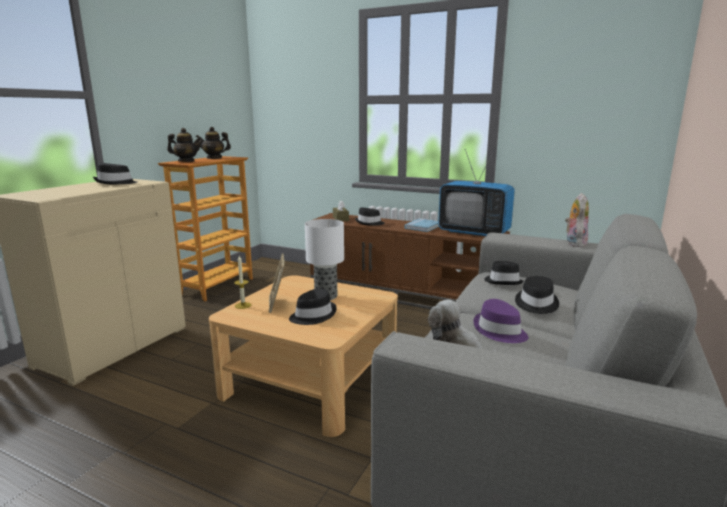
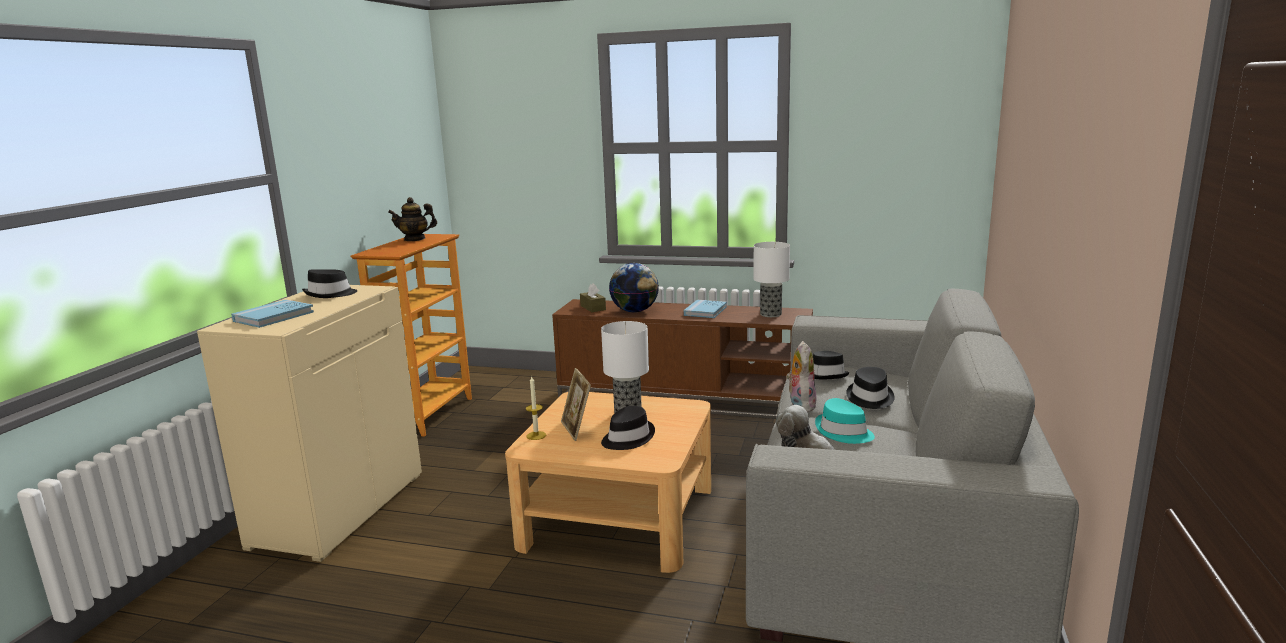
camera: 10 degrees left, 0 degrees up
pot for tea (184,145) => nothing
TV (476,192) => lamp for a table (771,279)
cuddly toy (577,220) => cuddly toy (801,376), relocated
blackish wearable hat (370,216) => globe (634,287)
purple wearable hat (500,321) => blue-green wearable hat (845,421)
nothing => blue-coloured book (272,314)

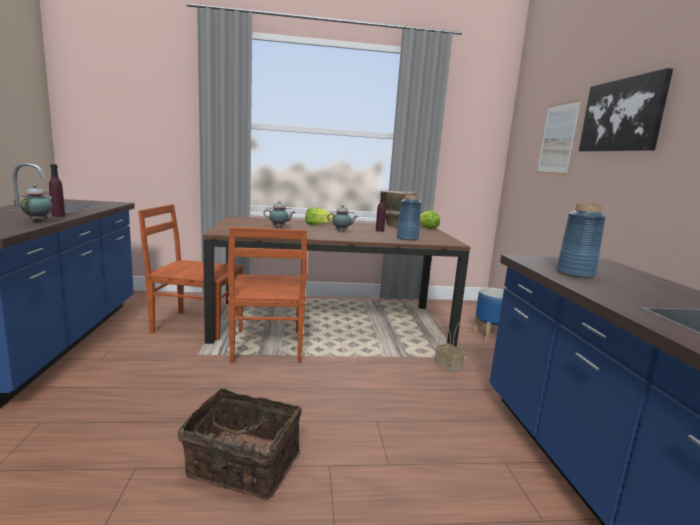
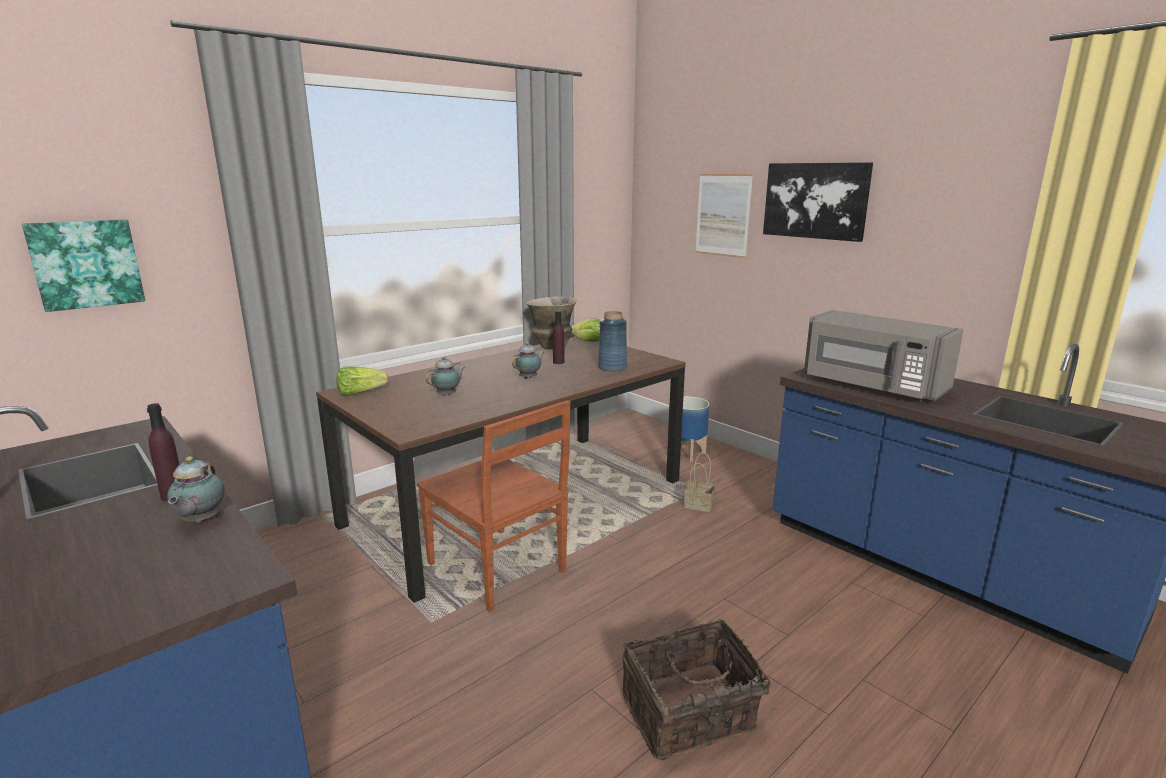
camera: 35 degrees left, 5 degrees up
pot for tea (36,203) => pot for tea (196,489), 150 degrees counterclockwise
blue-coloured flower vase (581,240) => gray kitchen microwave (884,355)
brownish chair (191,272) => nothing
head of lettuce (319,216) => head of lettuce (362,381), relocated
nothing => picture (83,265)

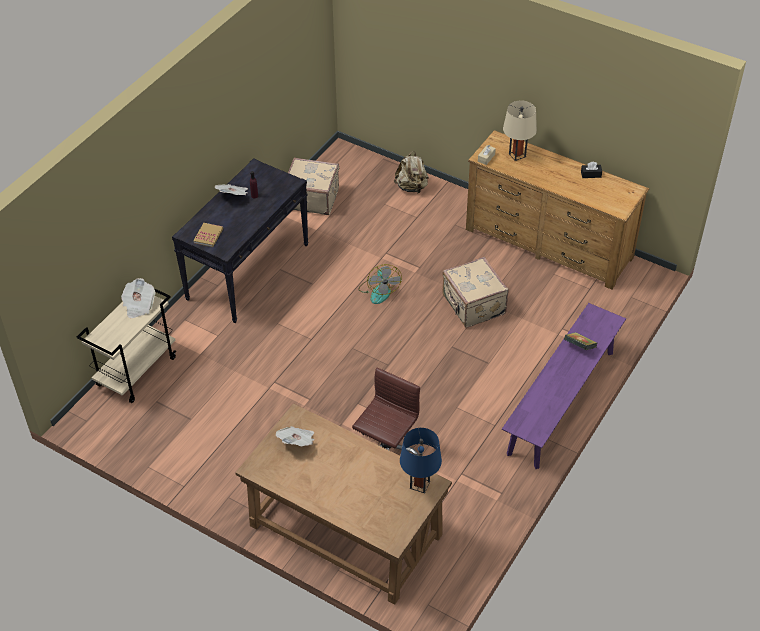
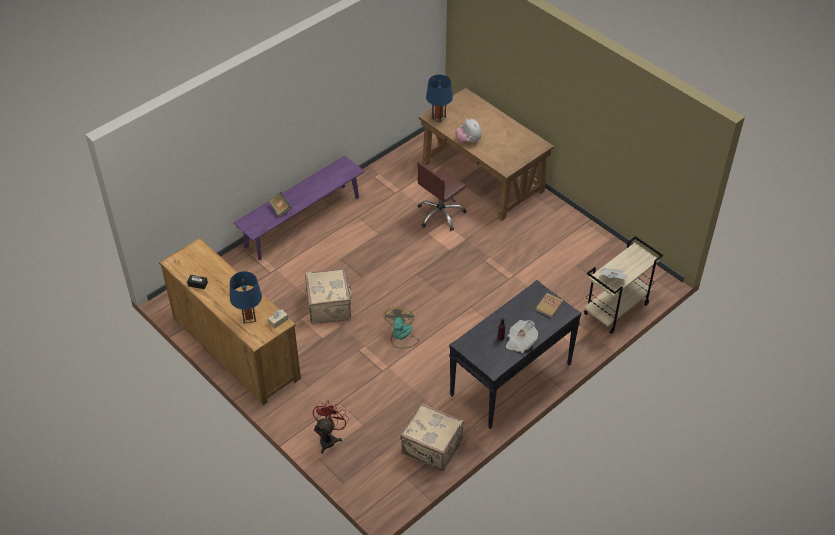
camera: 165 degrees left, 0 degrees up
beige lamp for a table (520,130) => blue-coloured lamp for a table (246,297)
beige backpack (411,172) => red-coloured electric fan (331,427)
newspaper (295,436) => nothing
nothing => cuddly toy (468,130)

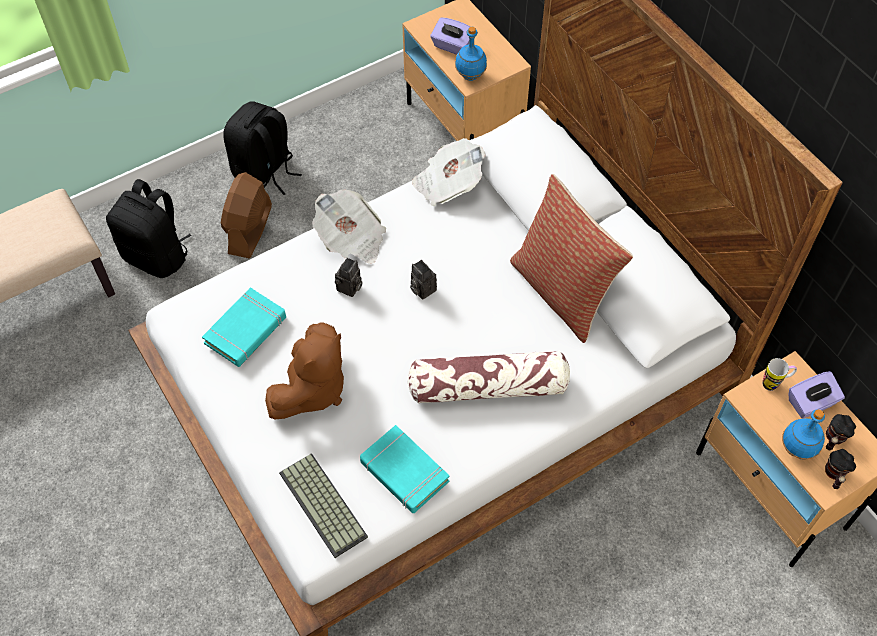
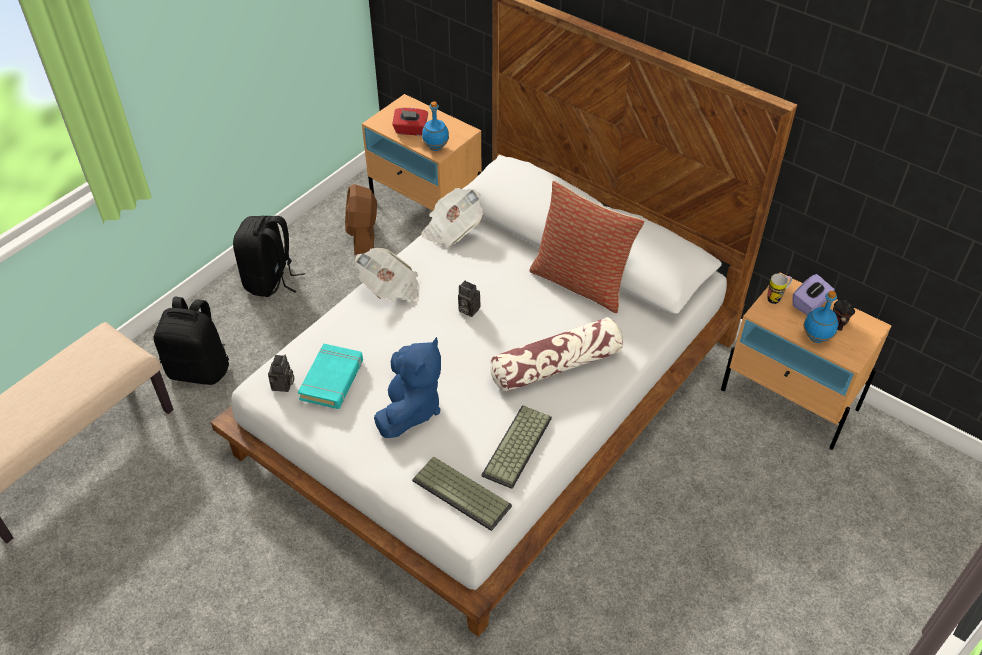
camera: 20 degrees left, 10 degrees down
purple box of tissues (450,36) => red-coloured box of tissues (410,122)
brownish electric fan (246,215) => brownish electric fan (361,219), relocated
photo camera (348,277) => photo camera (281,373), relocated
brownish cuddly toy (304,370) => blue-coloured cuddly toy (407,387)
blue-green book (405,469) => PC keyboard (516,447)
tea mug (840,469) => nothing

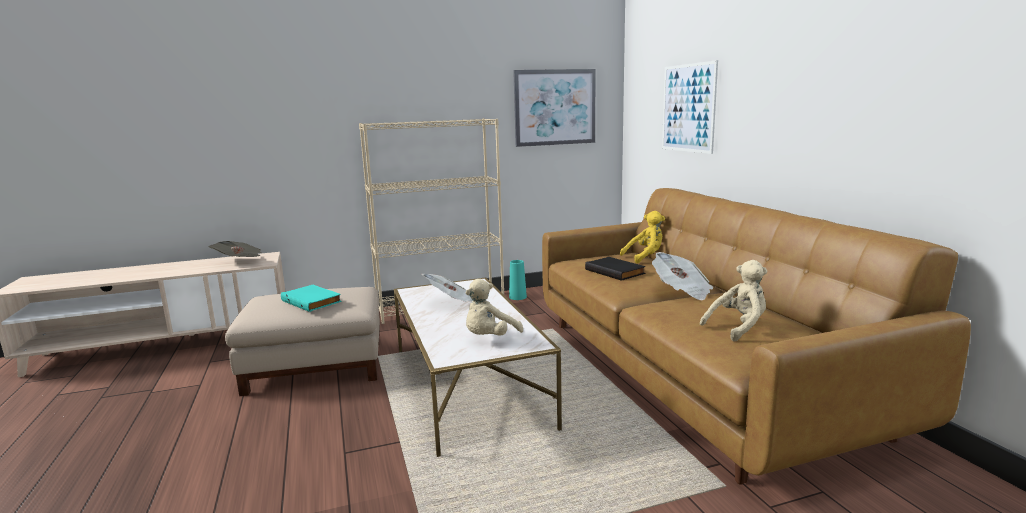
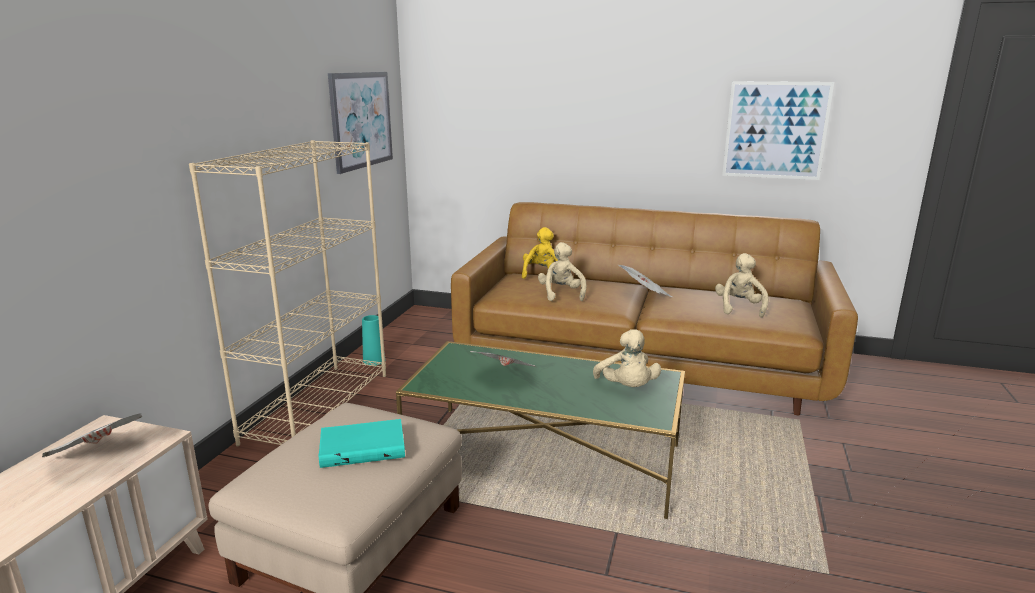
camera: 55 degrees left, 5 degrees up
picture (690,107) => picture (778,130), relocated
blackish book (615,269) => beige cuddly toy (562,271)
whitish lounge table (478,367) => greenish lounge table (540,430)

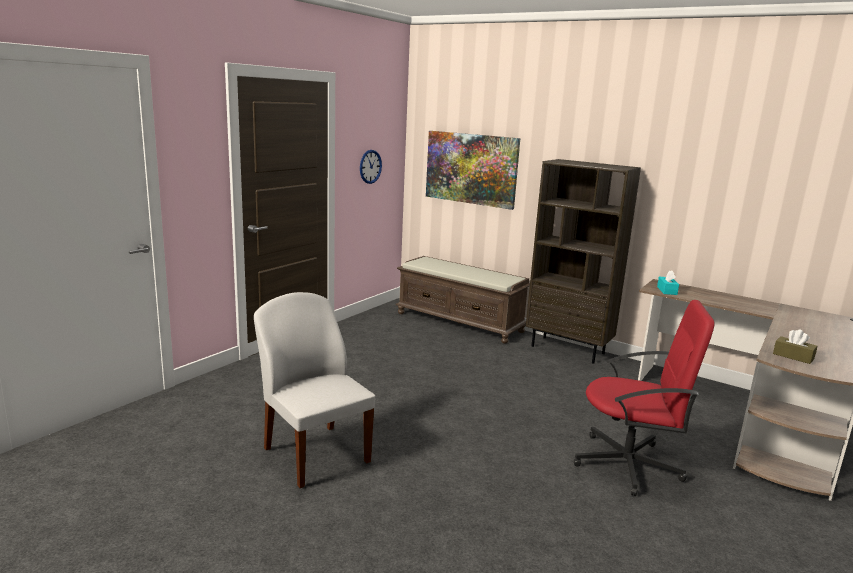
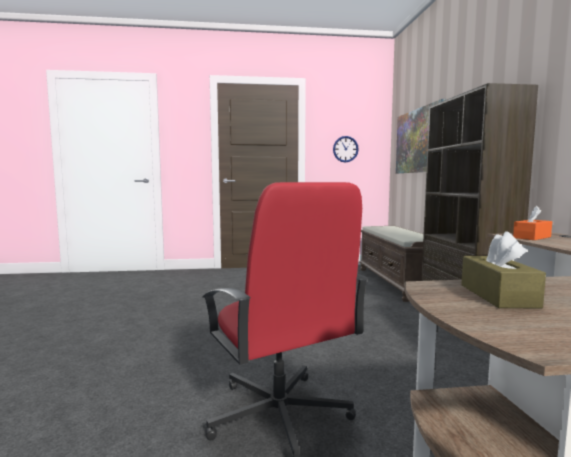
camera: 50 degrees right, 10 degrees down
blue-green box of tissues (668,282) => orange box of tissues (532,223)
whitish chair (315,390) => nothing

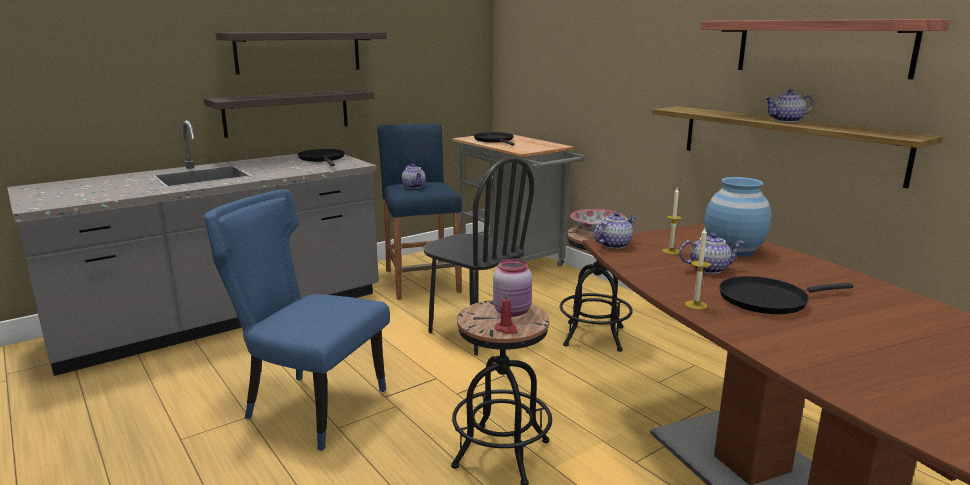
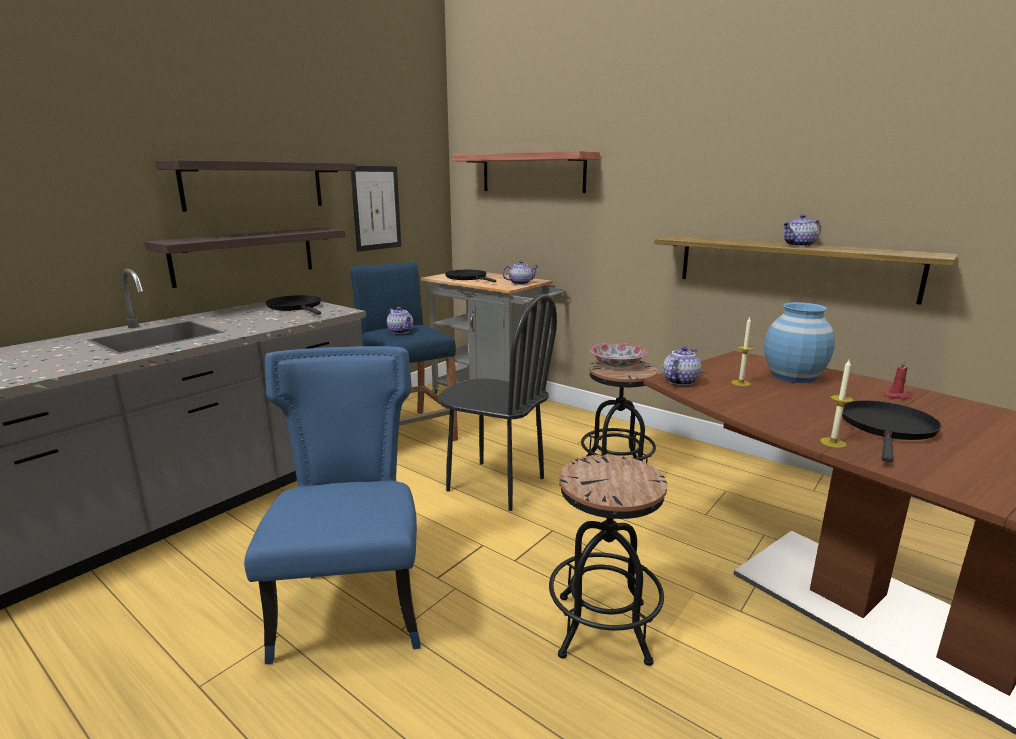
camera: 15 degrees left, 0 degrees up
bracket shelf (825,49) => bracket shelf (526,172), relocated
blue-coloured chair (297,320) => blue-coloured chair (332,505), 75 degrees clockwise
pot for tea (711,253) => pot for tea (520,273), relocated
pink jar (512,288) => nothing
blackish pan (786,295) => blackish pan (892,431), 150 degrees clockwise
red-coloured wax light (506,313) => red-coloured wax light (897,379), relocated
nothing => picture (376,209)

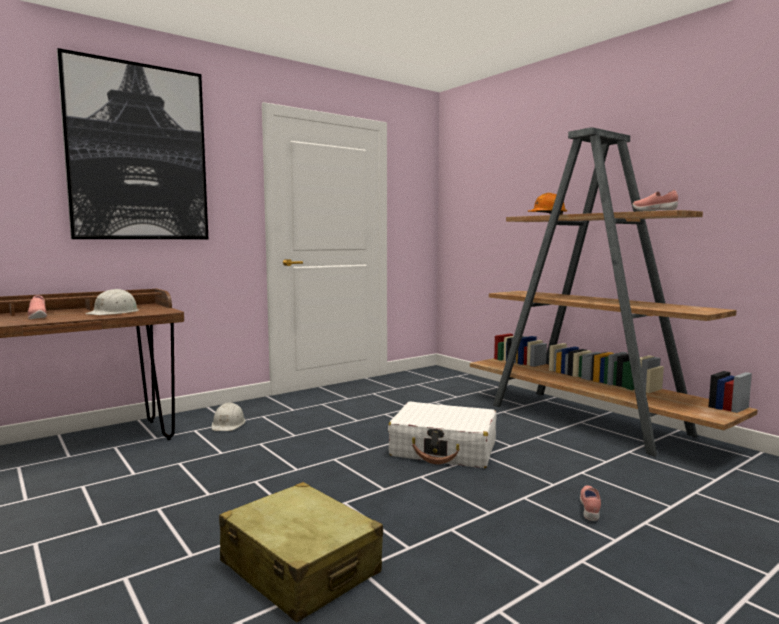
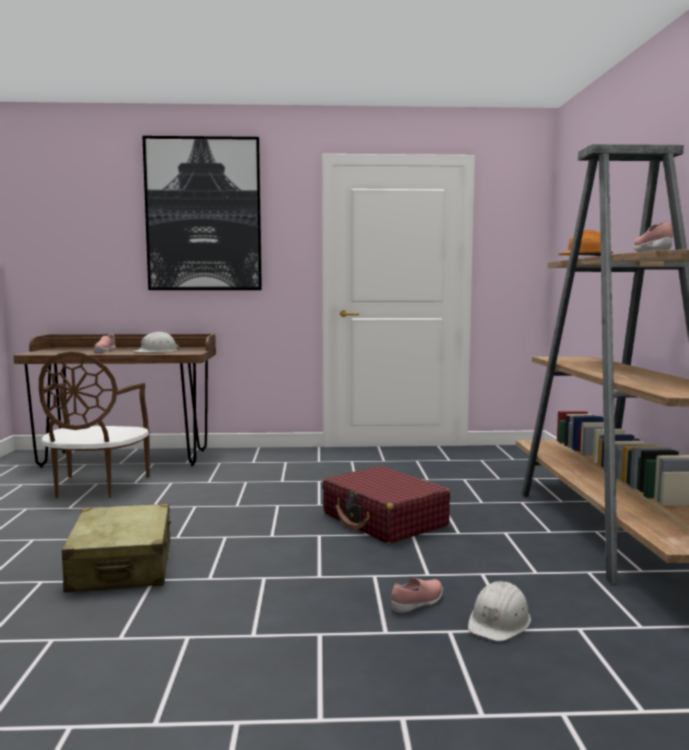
camera: 35 degrees right, 0 degrees up
whitish piece of luggage (442,434) => red-coloured piece of luggage (386,505)
whitish work helmet (228,417) => whitish work helmet (499,611), relocated
nothing => brownish chair (94,425)

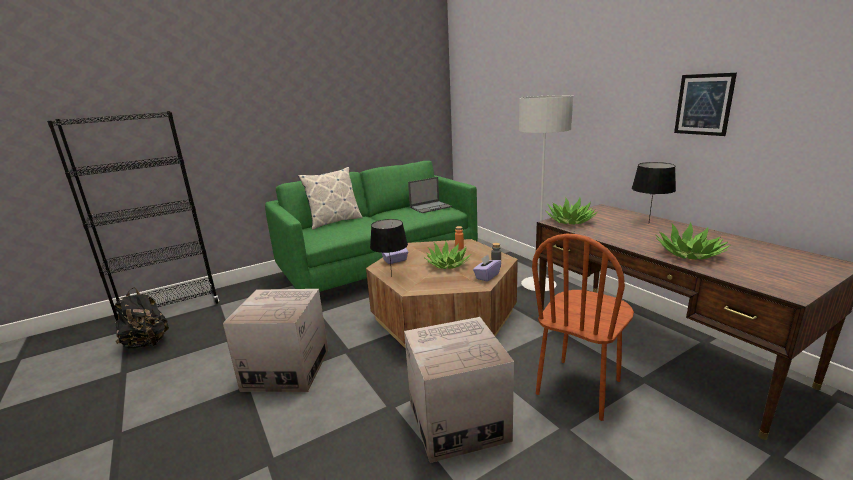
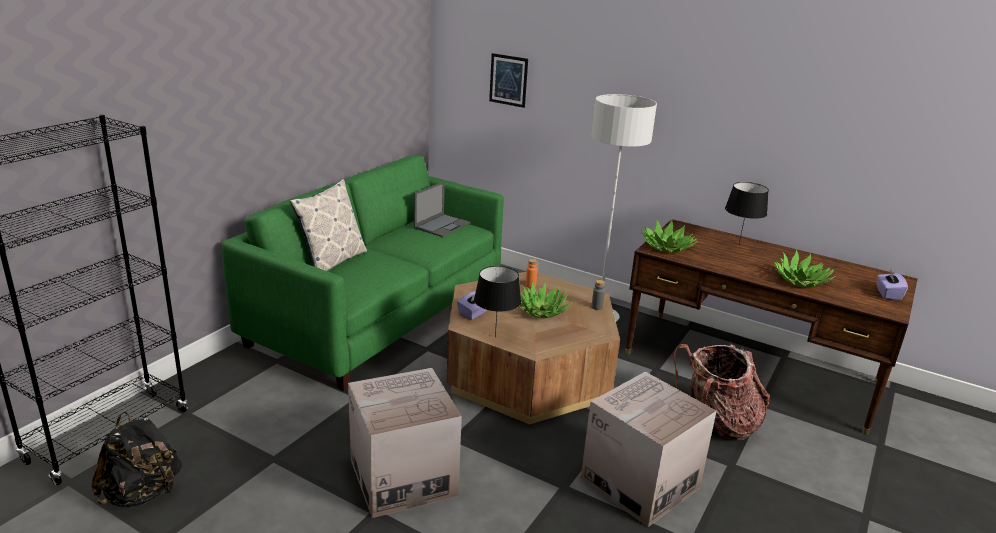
camera: 30 degrees left, 5 degrees up
picture (705,104) => picture (508,80), relocated
brownish chair (583,327) => backpack (722,392)
purple box of tissues (487,268) => purple box of tissues (892,285), relocated

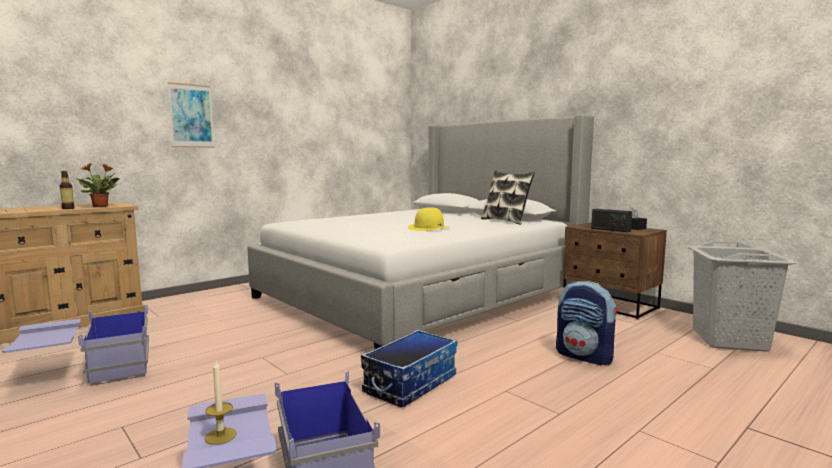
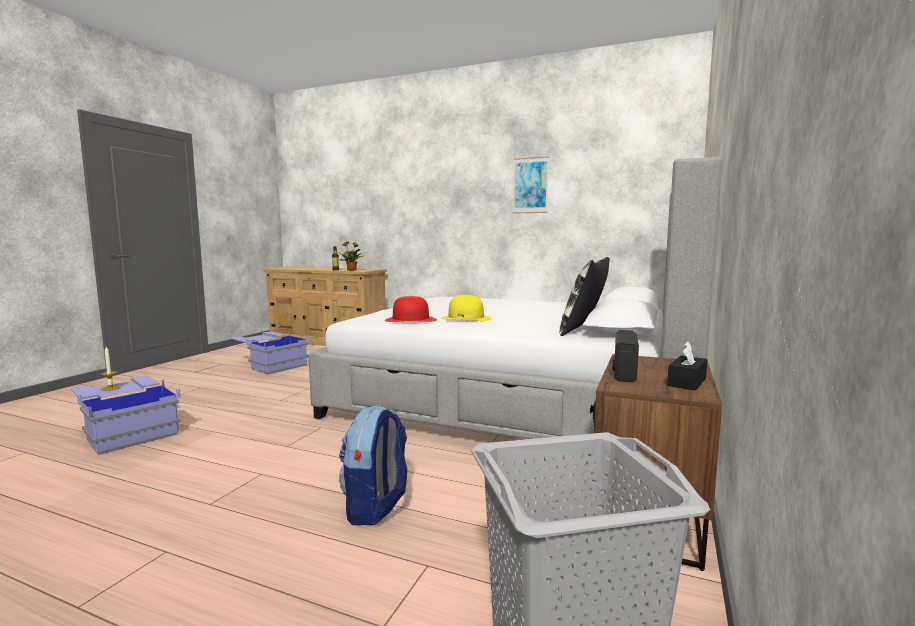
camera: 65 degrees right, 0 degrees up
picture (191,115) => picture (531,185), relocated
storage bin (409,368) => nothing
nothing => red-coloured wearable hat (411,309)

